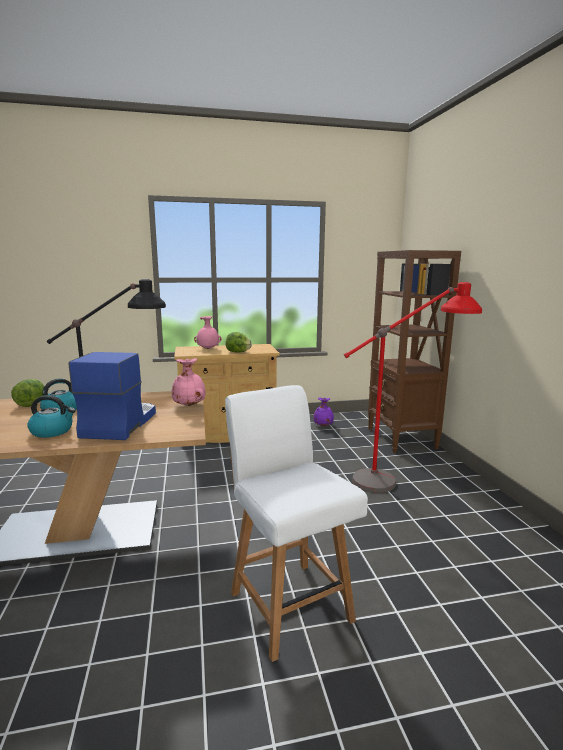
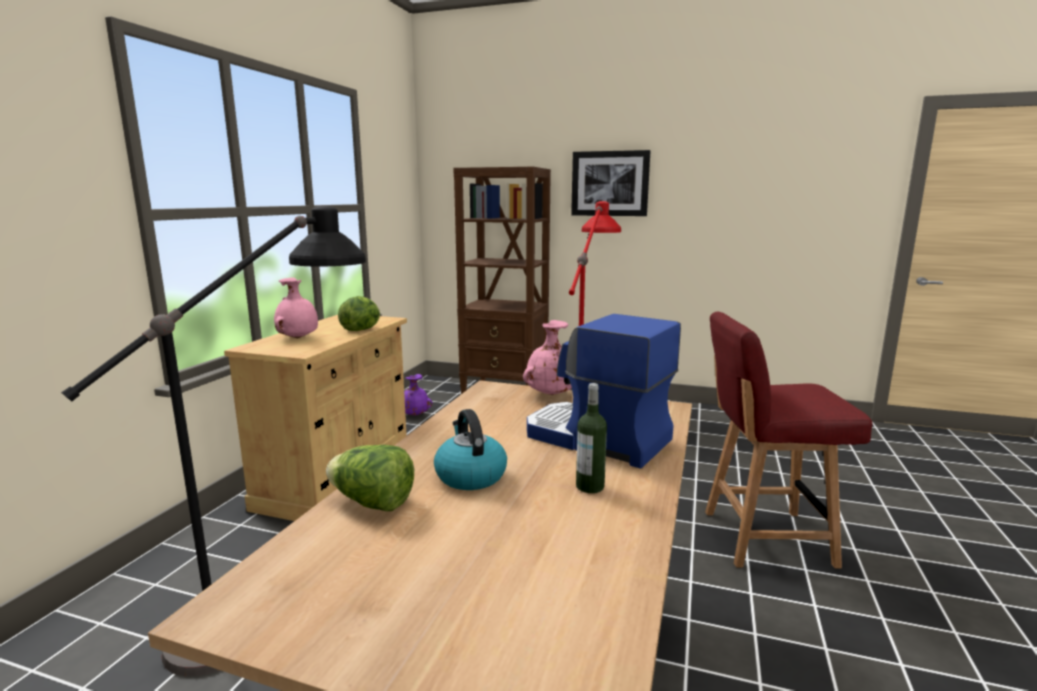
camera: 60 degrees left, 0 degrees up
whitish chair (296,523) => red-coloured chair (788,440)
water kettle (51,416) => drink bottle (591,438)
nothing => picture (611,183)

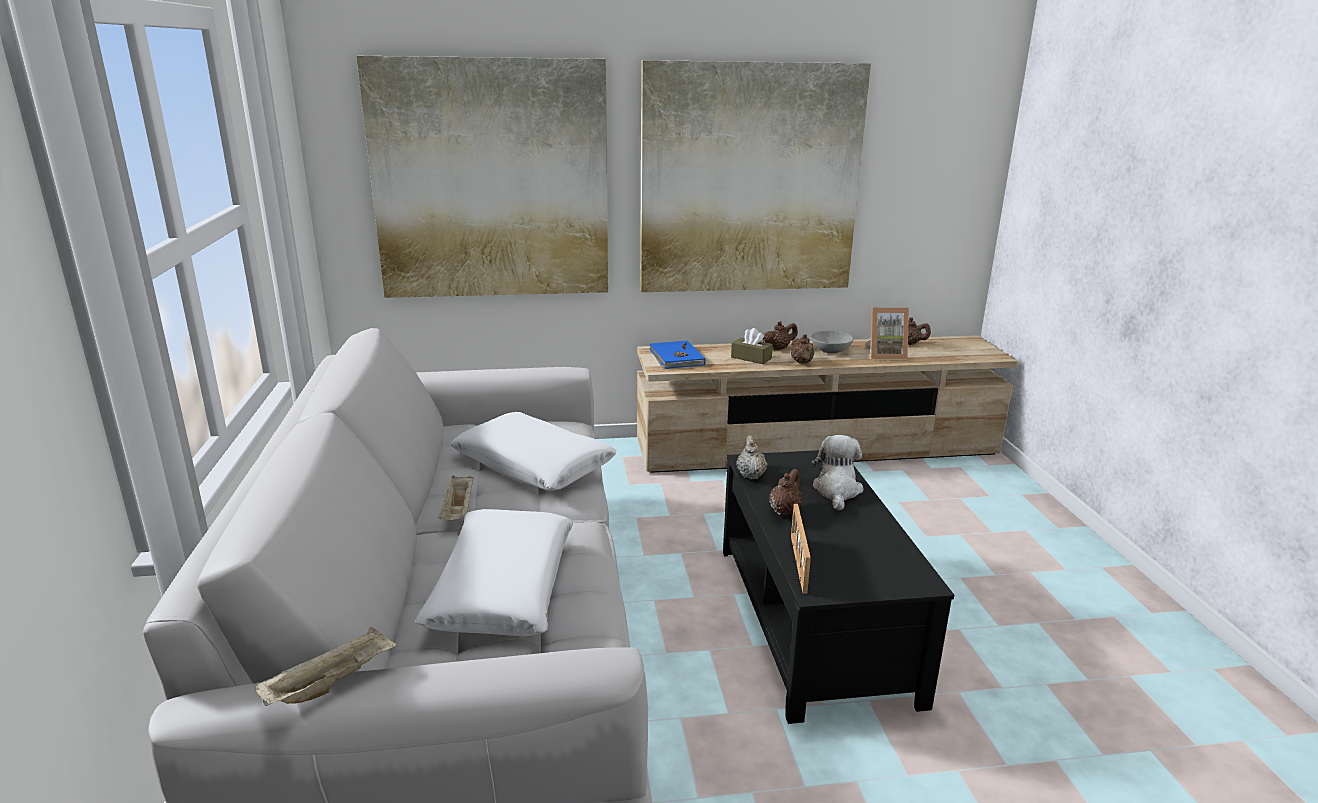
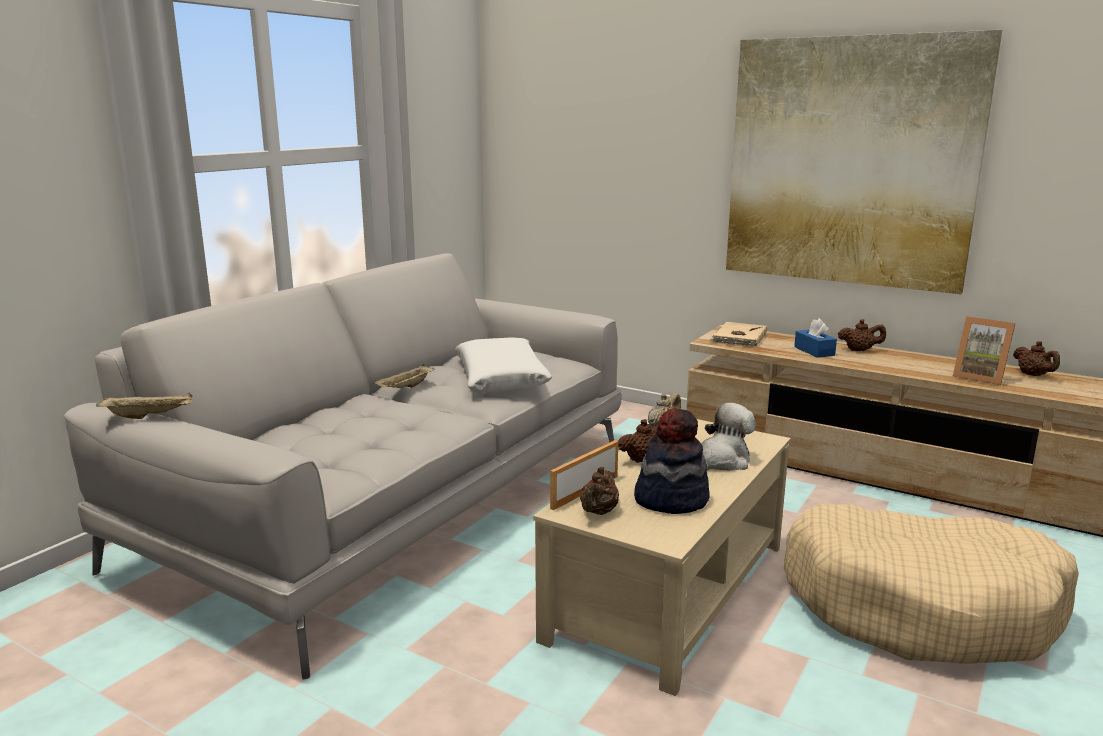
camera: 40 degrees right, 5 degrees down
picture (482,177) => nothing
brownish box of tissues (752,346) => blue-coloured box of tissues (815,338)
gray deep dish (832,342) => nothing
brownish pot for tea (802,349) => brownish pot for tea (599,491), relocated
blue-coloured book (677,354) => beige book (738,334)
blackish lounge table (838,587) => beige lounge table (662,557)
whitish throw pillow (494,572) => nothing
nothing => wearable hat (672,461)
nothing => beige pet bed (931,584)

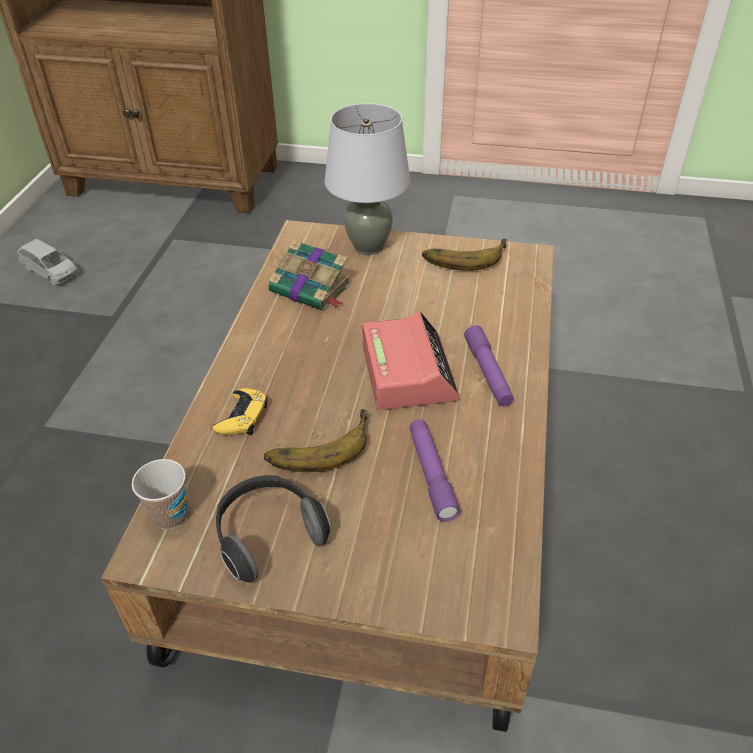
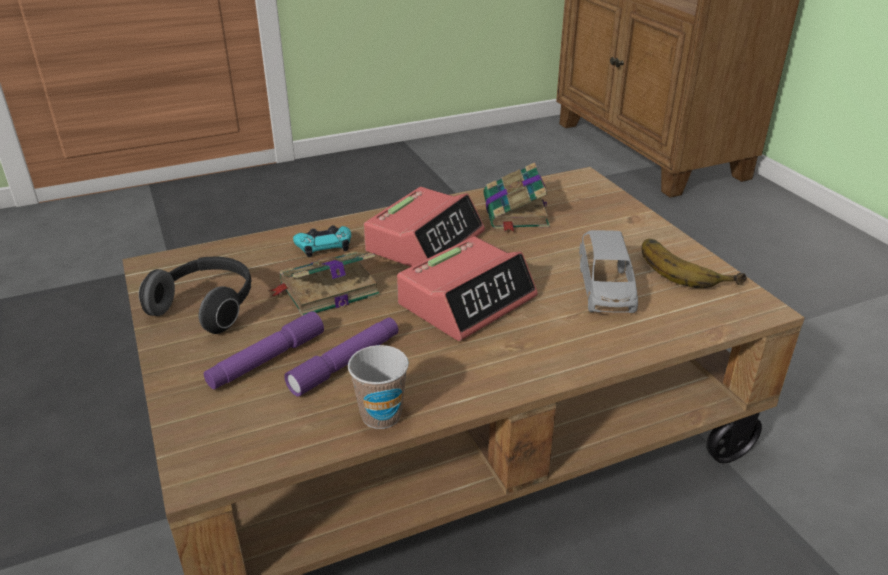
camera: 55 degrees right, 10 degrees down
gray lamp for a table (368,179) => nothing
gray model car (48,262) => gray model car (608,271), relocated
purple flashlight (489,365) => purple flashlight (264,350), relocated
yellow joypad (240,411) => blue-green joypad (322,241)
banana (316,440) => book (324,283)
small cup (160,494) => small cup (378,387), relocated
nothing => bedside clock (424,227)

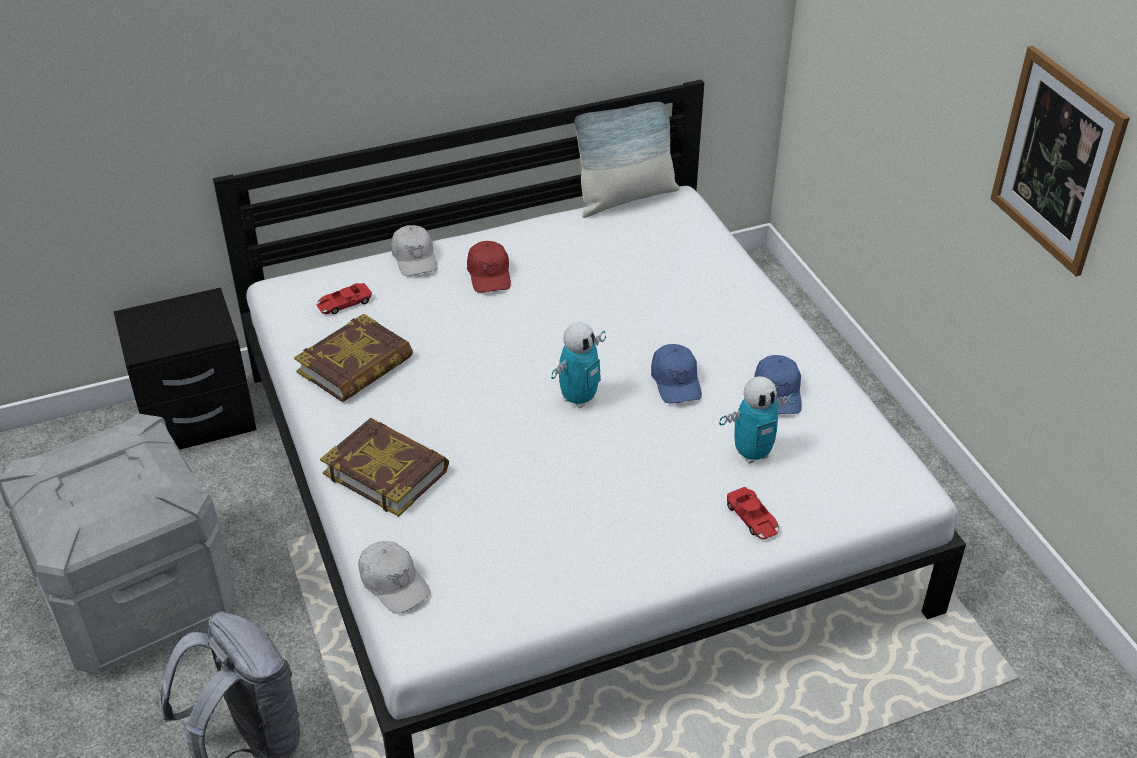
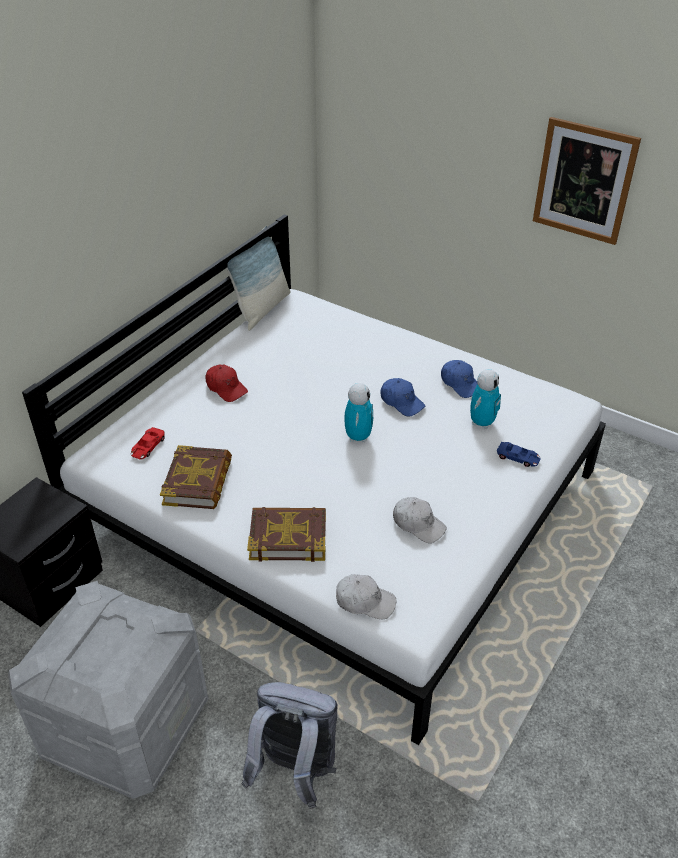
camera: 35 degrees left, 0 degrees up
whitish peaked cap (414,250) => whitish peaked cap (420,520), relocated
red-coloured model car (753,513) => blue-coloured model car (519,454)

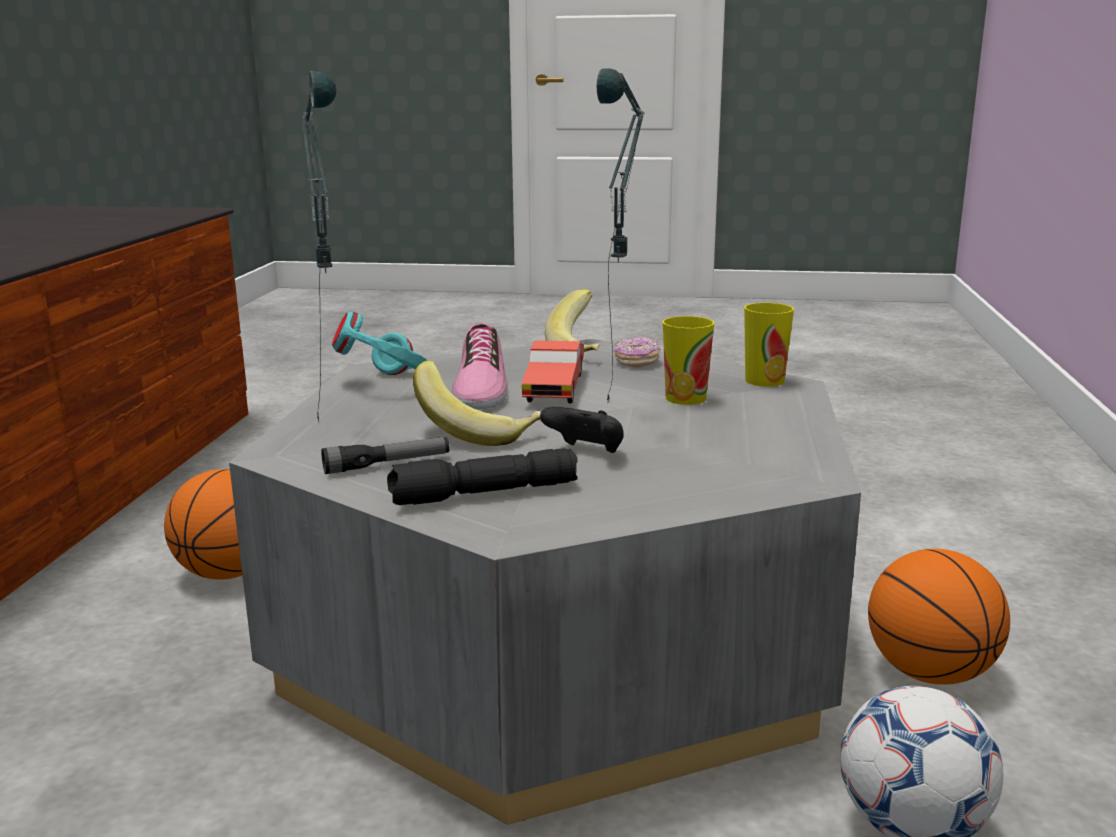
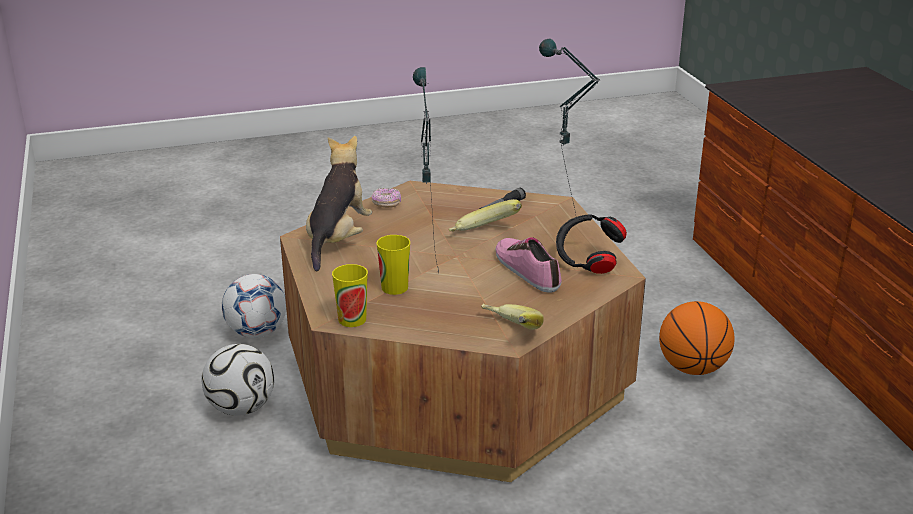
camera: 155 degrees right, 10 degrees up
blue-green headphones (380,343) => blackish headphones (591,244)
doughnut (637,352) => doughnut (386,198), relocated
gray lounge table (545,582) => brownish lounge table (463,331)
red-coloured model car (553,371) => nothing
blackish joypad (581,430) => nothing
blackish flashlight (482,476) => nothing
ball for basketball (939,617) => ball for football (238,380)
nothing => cuddly toy (339,203)

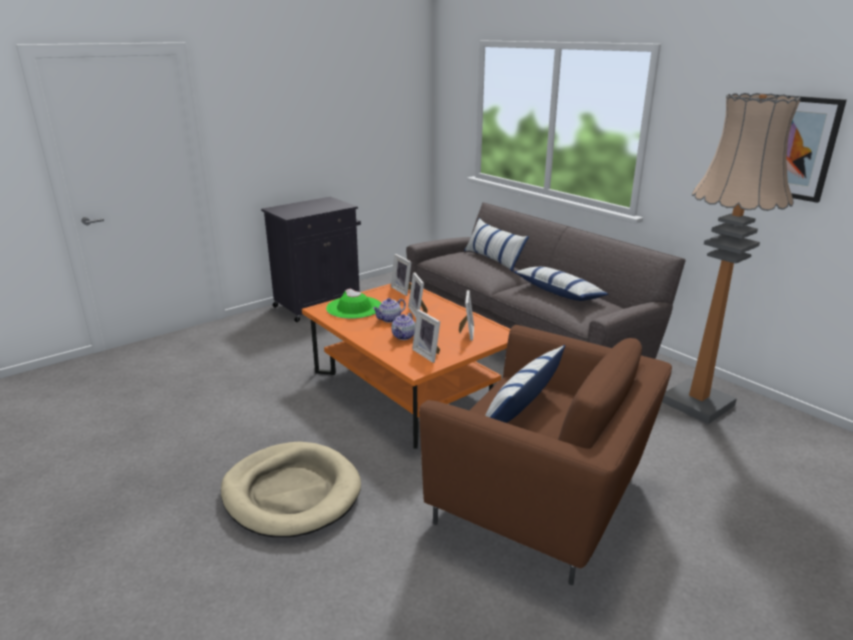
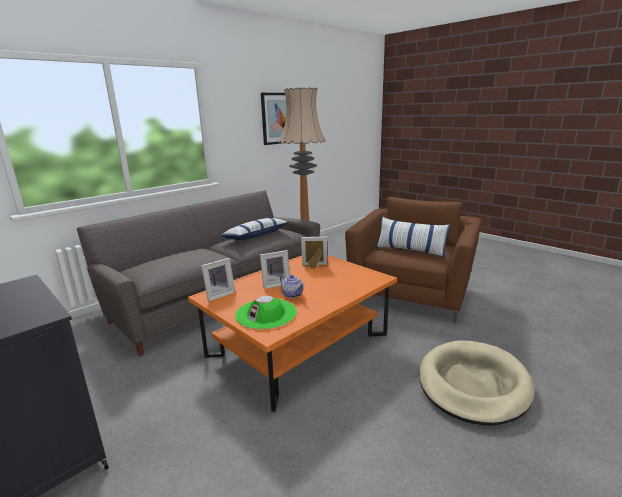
camera: 95 degrees left, 5 degrees down
throw pillow (496,245) => nothing
photo frame (426,336) => nothing
pot for tea (403,326) => nothing

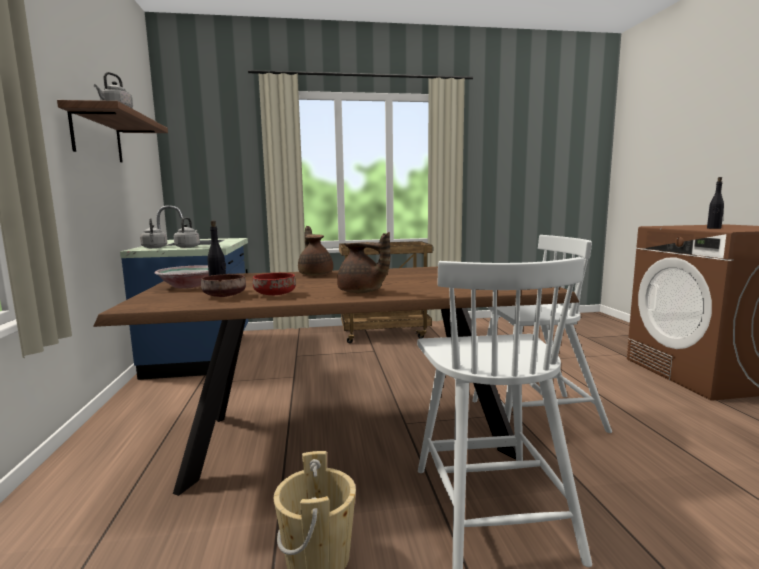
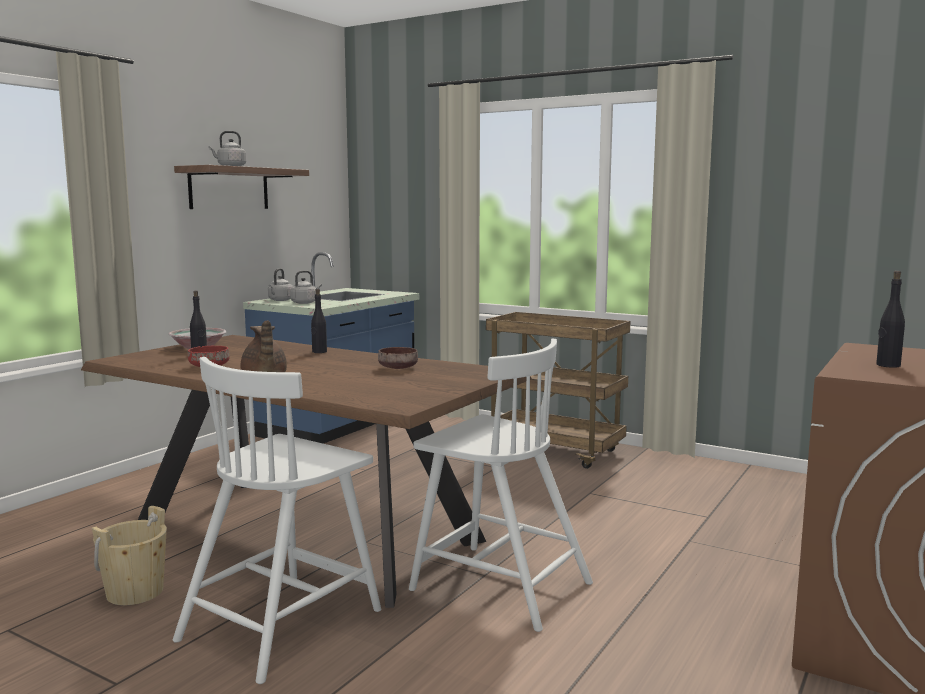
camera: 40 degrees right, 0 degrees up
brownish pot for tea (315,251) => blackish drink bottle (319,321)
brownish deep dish (223,285) => brownish deep dish (398,358), relocated

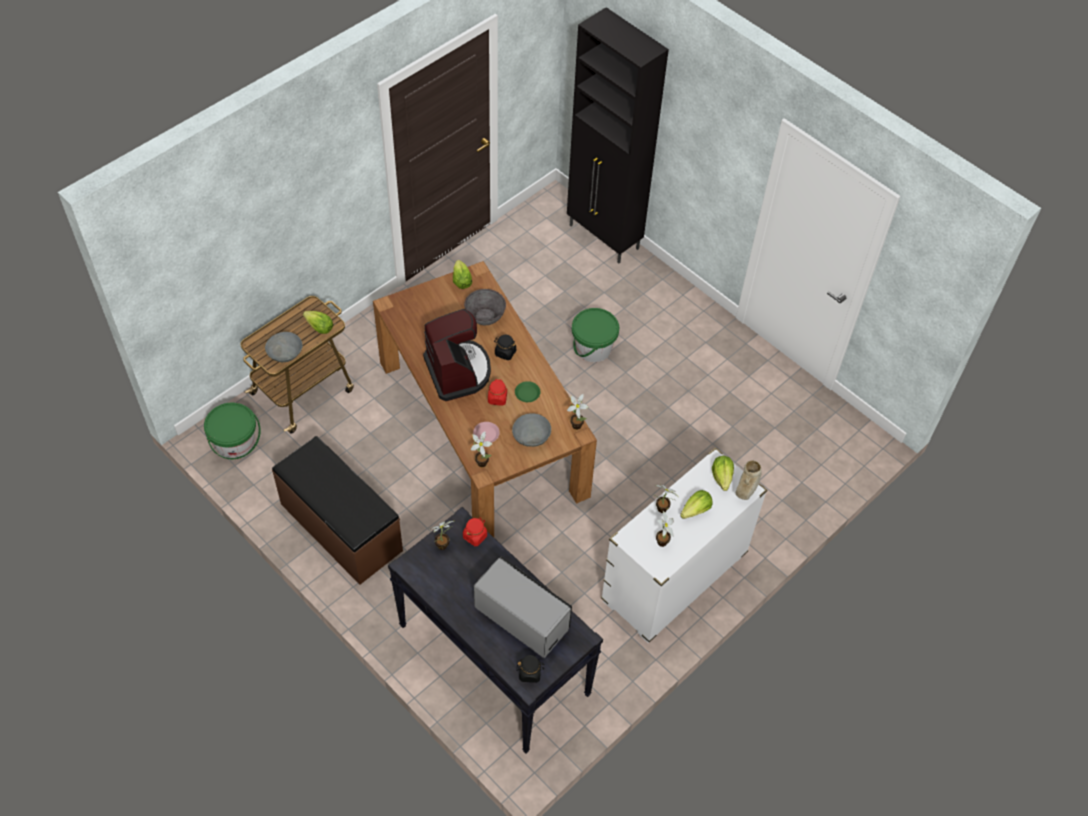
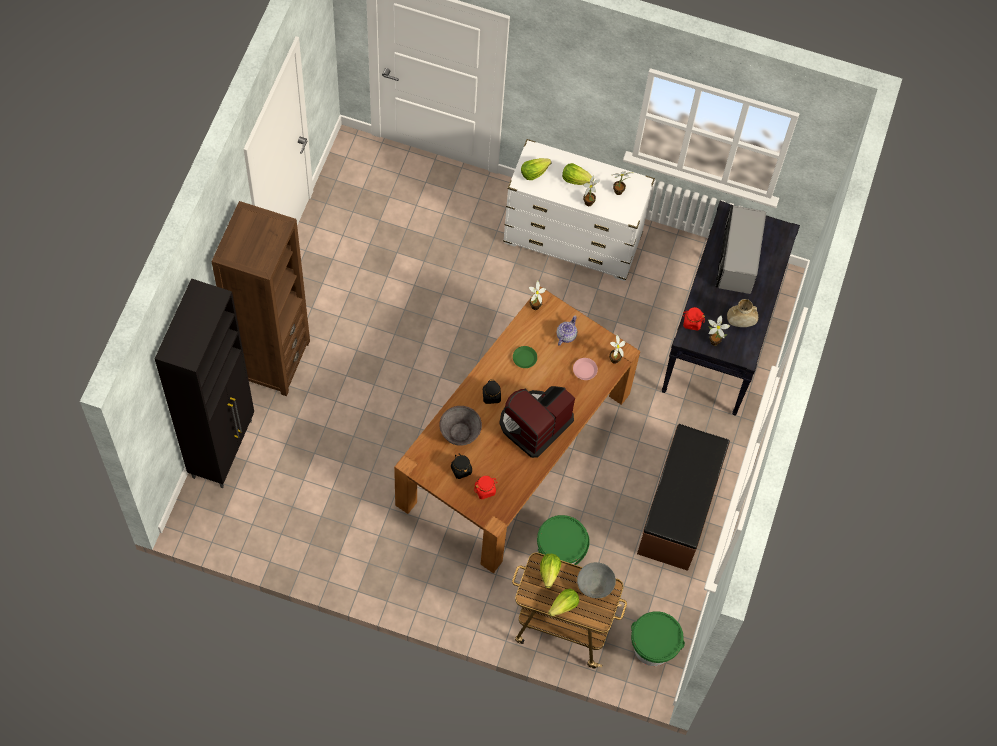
camera: 120 degrees left, 10 degrees up
head of lettuce (462,274) => head of lettuce (563,603), relocated
greenish water bucket (595,335) => greenish water bucket (563,540), relocated
red-coloured jar (497,392) => red-coloured jar (486,487), relocated
gray deep dish (531,430) => pot for tea (567,331)
beige flower vase (749,480) => beige flower vase (742,313), relocated
blackish jar (530,669) => blackish jar (461,466), relocated
nothing => brownish bookshelf (260,298)

